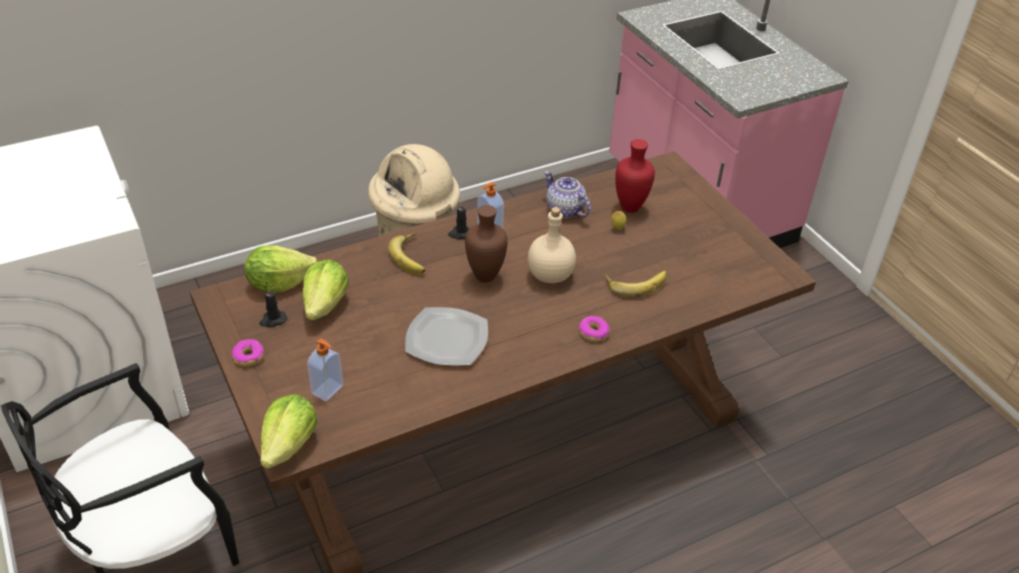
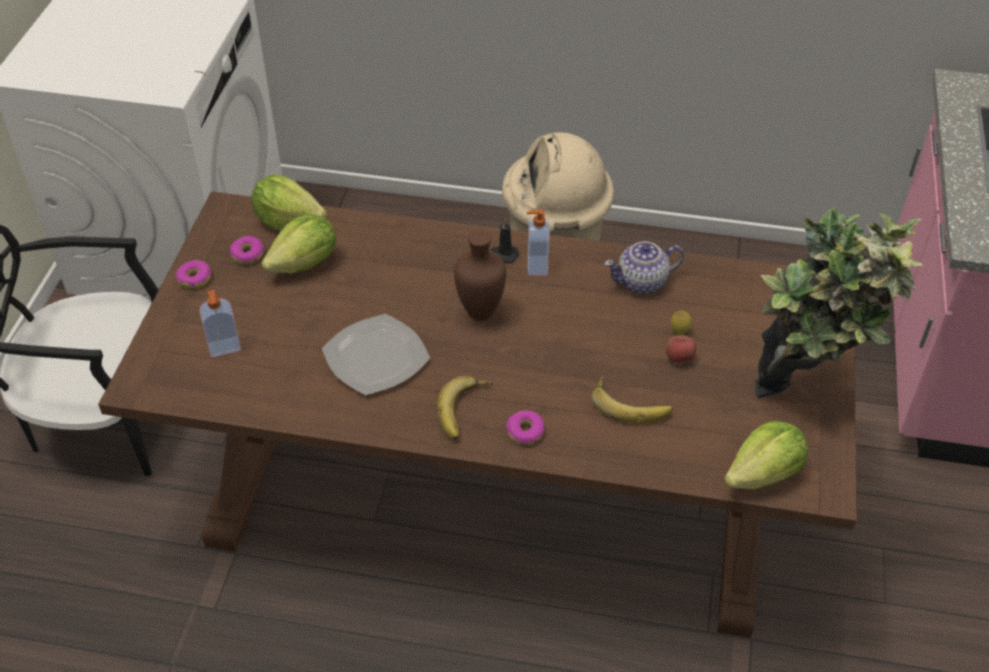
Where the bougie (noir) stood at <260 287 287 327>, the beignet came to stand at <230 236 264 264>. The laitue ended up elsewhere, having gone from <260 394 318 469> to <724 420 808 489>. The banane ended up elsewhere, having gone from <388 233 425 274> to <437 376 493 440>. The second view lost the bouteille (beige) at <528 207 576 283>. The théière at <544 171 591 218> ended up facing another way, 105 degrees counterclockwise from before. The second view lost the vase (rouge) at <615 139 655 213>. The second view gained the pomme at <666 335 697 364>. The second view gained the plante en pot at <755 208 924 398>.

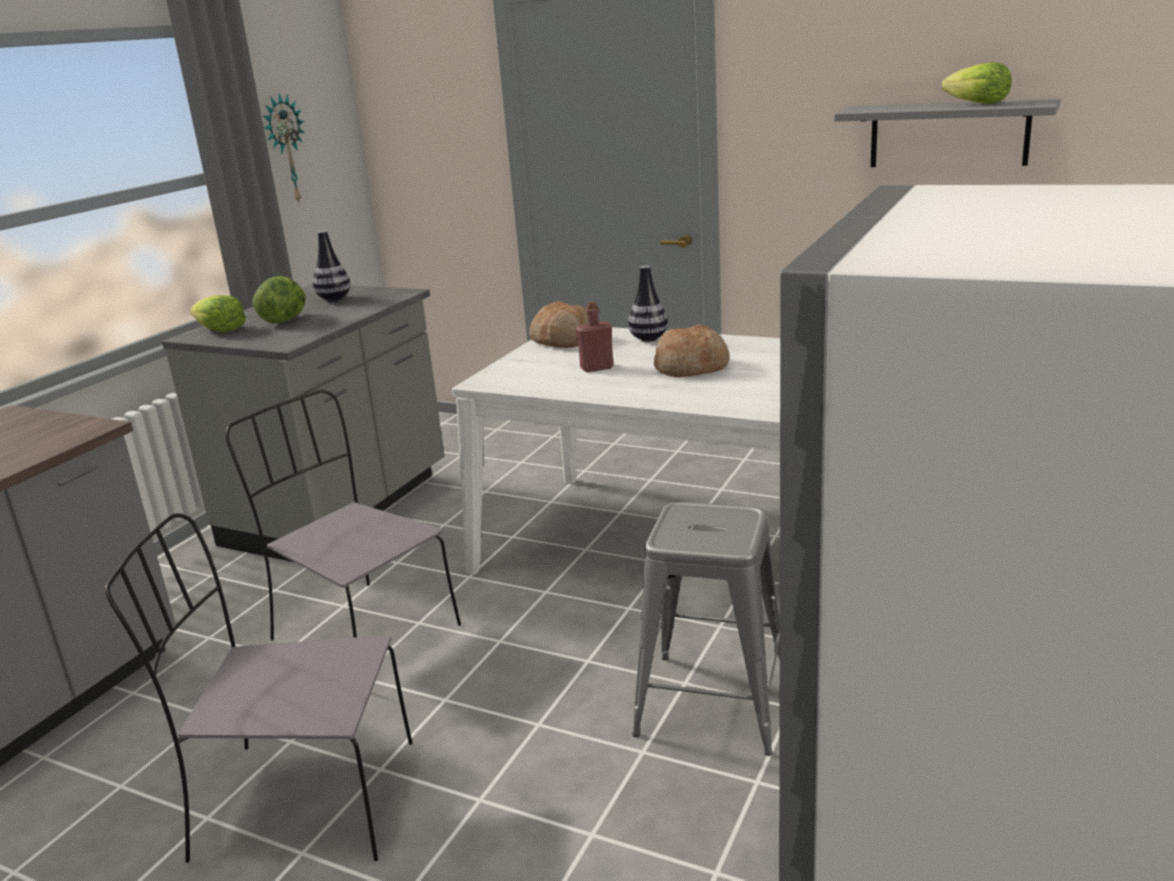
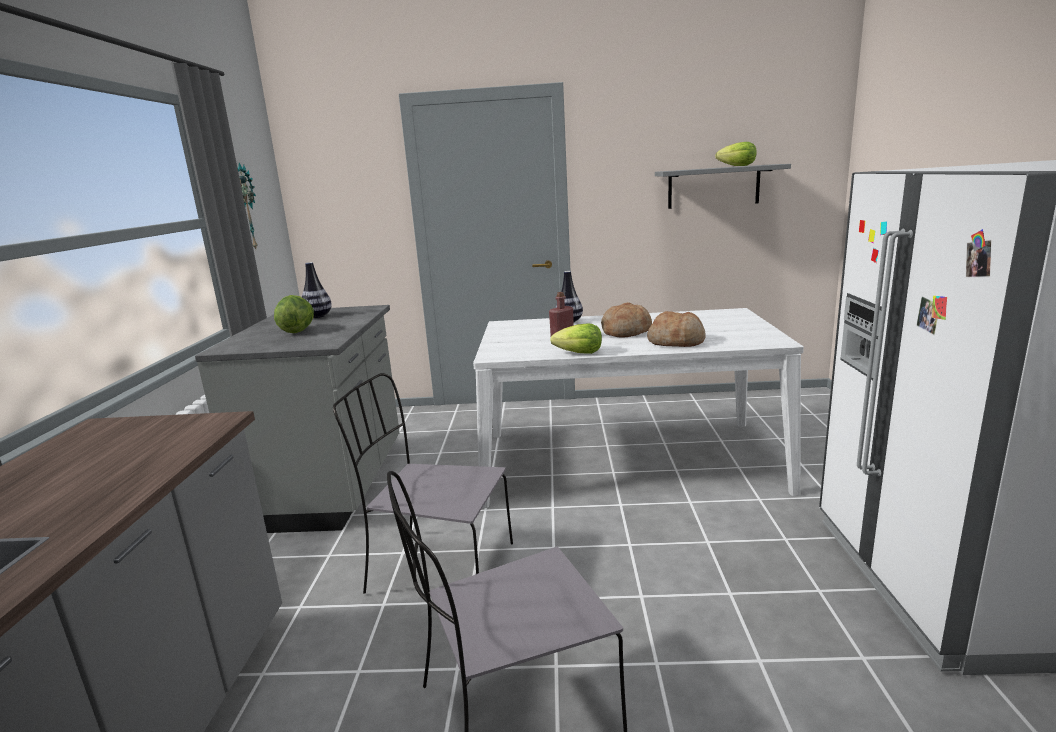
The laitue ended up elsewhere, having gone from <190 295 246 332> to <550 324 602 354>. The pain ended up elsewhere, having gone from <529 301 588 348> to <647 311 705 347>. The second view lost the tabouret (gris) at <632 502 780 756>.

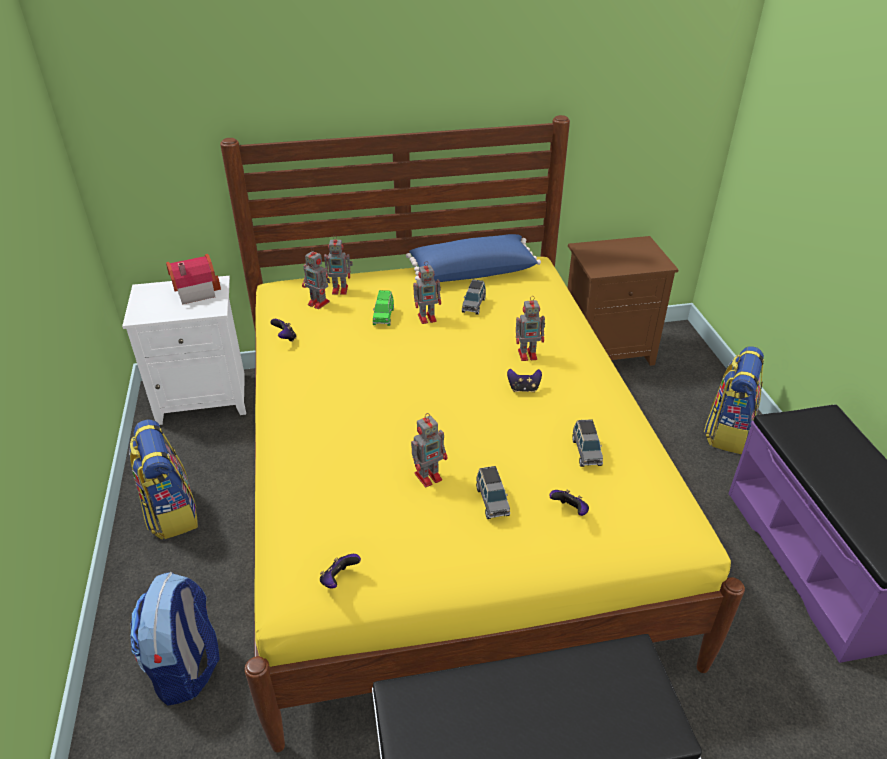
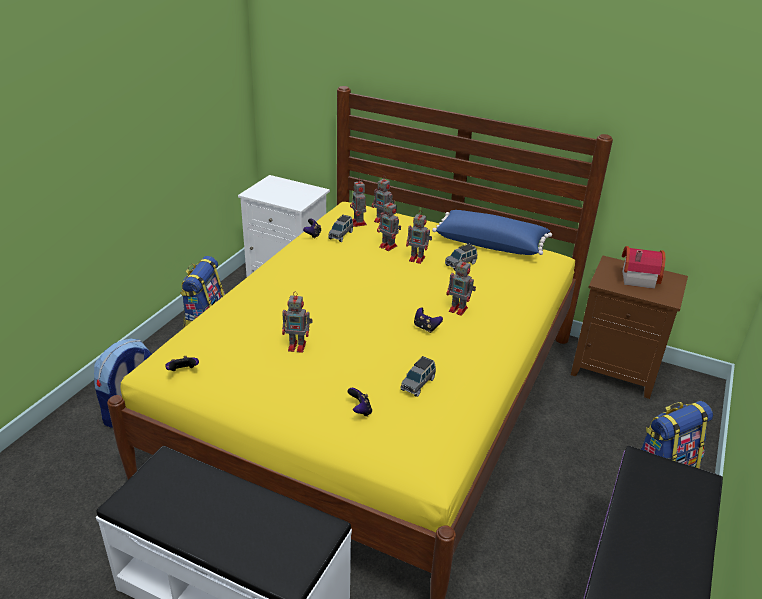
The maison miniature ended up elsewhere, having gone from <166 254 221 304> to <622 246 666 289>. Where the petite voiture (vert) stood at <373 290 394 326>, the robot jouet came to stand at <377 199 401 251>. The petite voiture (gris) ended up elsewhere, having gone from <476 466 510 519> to <328 215 353 242>.

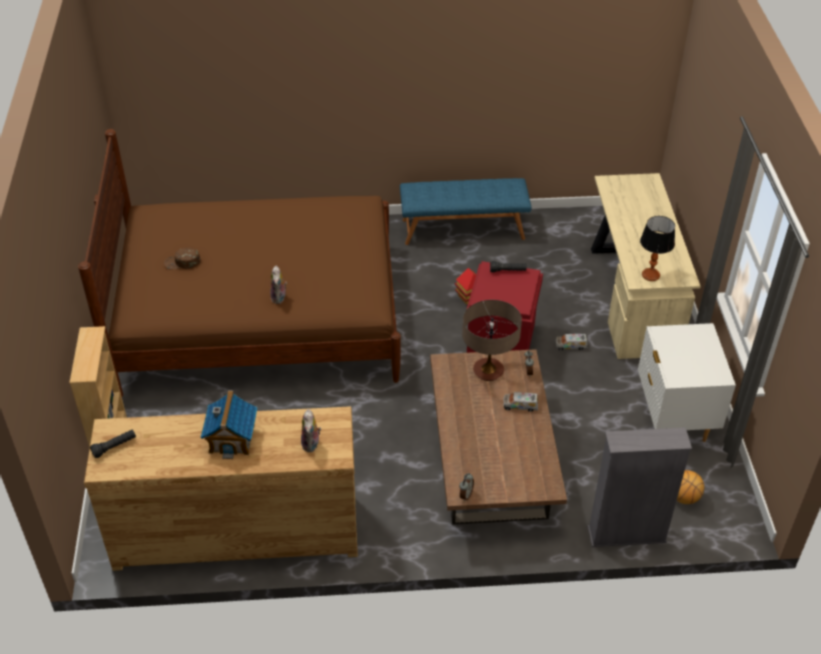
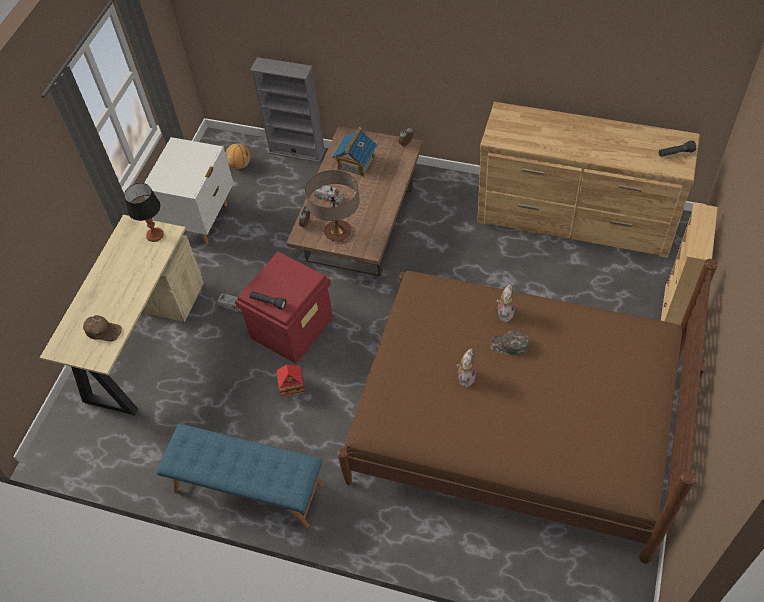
The casquette (marron) ended up elsewhere, having gone from <164 247 201 269> to <83 315 122 341>. The maison miniature ended up elsewhere, having gone from <200 390 257 459> to <332 127 377 177>. The peluche ended up elsewhere, having gone from <301 409 321 452> to <457 348 476 387>. The second view gained the casquette (vert) at <490 331 529 355>.

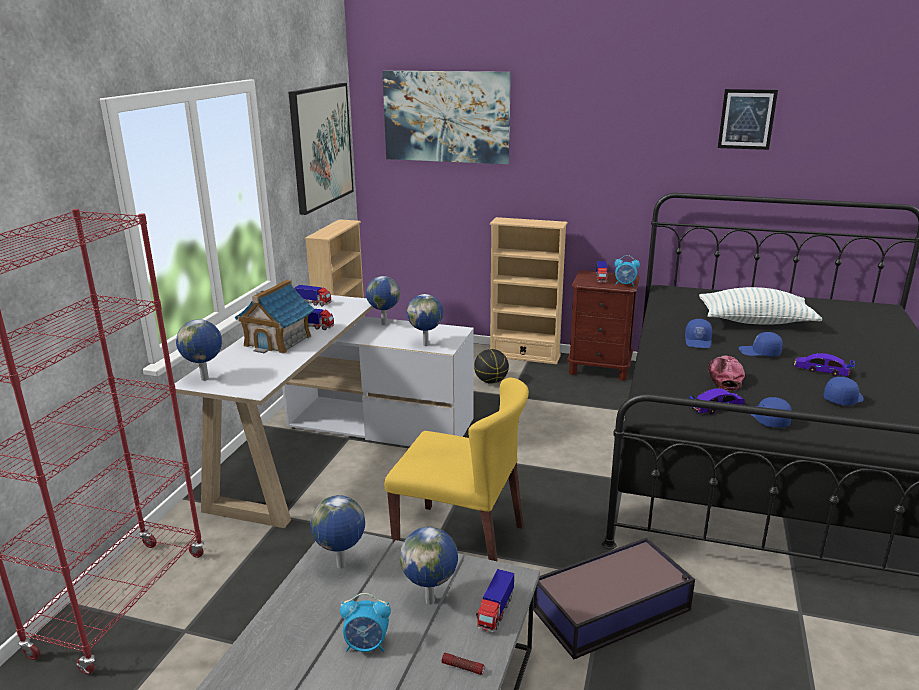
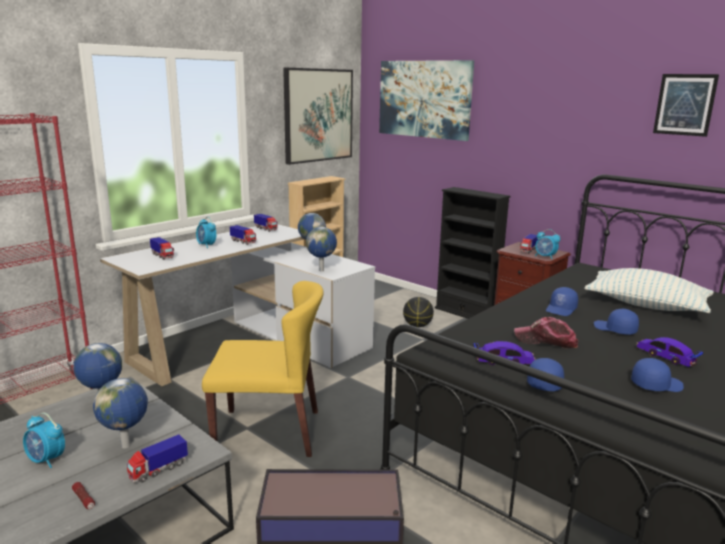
The second view lost the globe at <176 319 222 381>. Where the maison miniature stood at <235 280 315 354>, the réveil came to stand at <196 217 216 248>. The chaise (jaune) at <384 378 529 562> ended up facing another way, 45 degrees counterclockwise from before. What was the bibliothèque (beige) at <490 217 568 365> turned into the bibliothèque (noir) at <435 187 510 319>. The casquette at <707 356 745 391> ended up facing another way, 105 degrees counterclockwise from before. The second view gained the camion jouet at <150 237 174 260>.

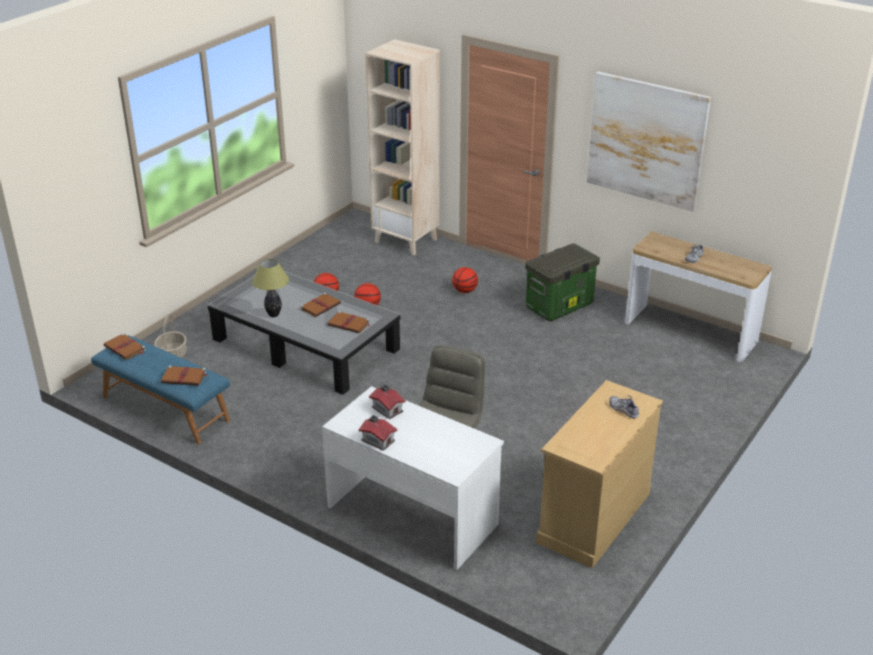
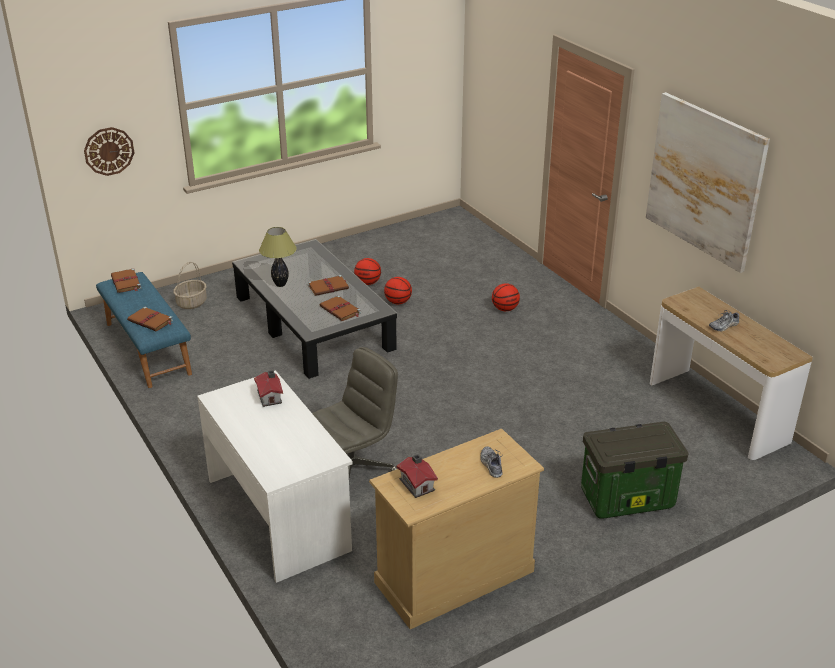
The maison miniature ended up elsewhere, having gone from <359 415 397 451> to <397 454 438 498>. The second view lost the bibliothèque (beige) at <365 39 440 256>. The boîte de rangement ended up elsewhere, having gone from <525 244 600 321> to <581 422 689 519>. The second view gained the horloge murale at <84 127 134 176>.

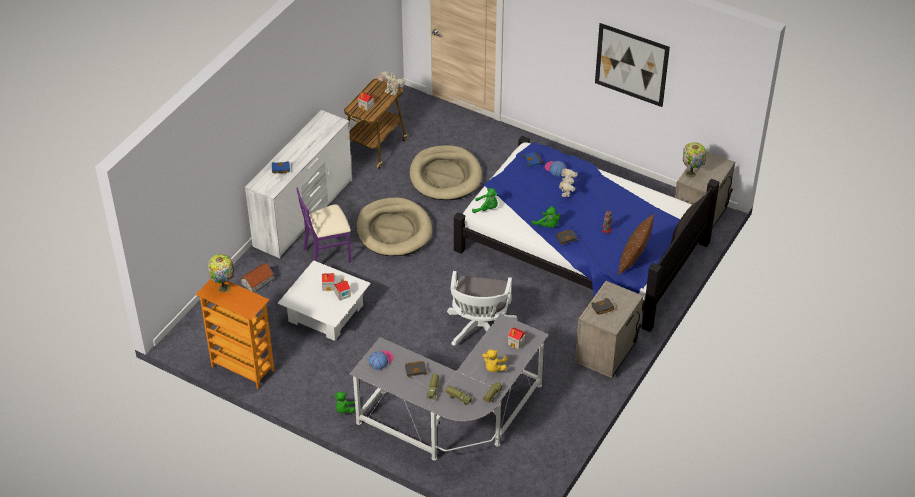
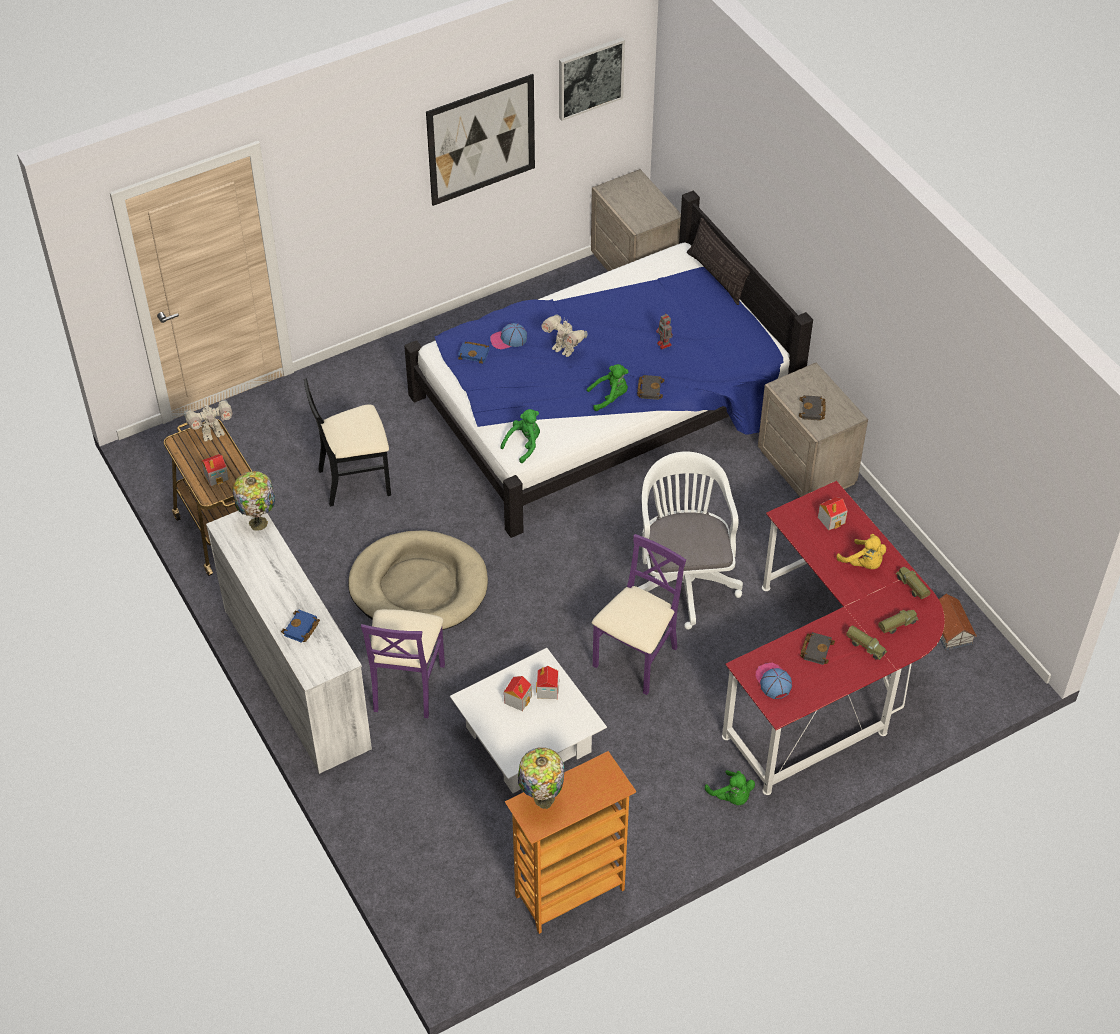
The maison miniature ended up elsewhere, having gone from <239 263 274 293> to <939 594 977 650>. What was the bureau (gris) at <350 314 549 460> turned into the bureau (rouge) at <722 481 945 795>. Where the panier pour chien (beige) stood at <410 145 482 200>, the chaise (noir) came to stand at <304 378 391 507>. The chaise de bureau (blanc) at <447 271 517 346> ended up facing another way, 135 degrees counterclockwise from before. The second view lost the coussin (marron) at <618 214 654 275>. The lampe de table ended up elsewhere, having gone from <683 143 706 178> to <233 471 275 531>. The second view gained the tableau at <559 37 625 121>. The second view gained the chaise (violet) at <592 534 686 695>.

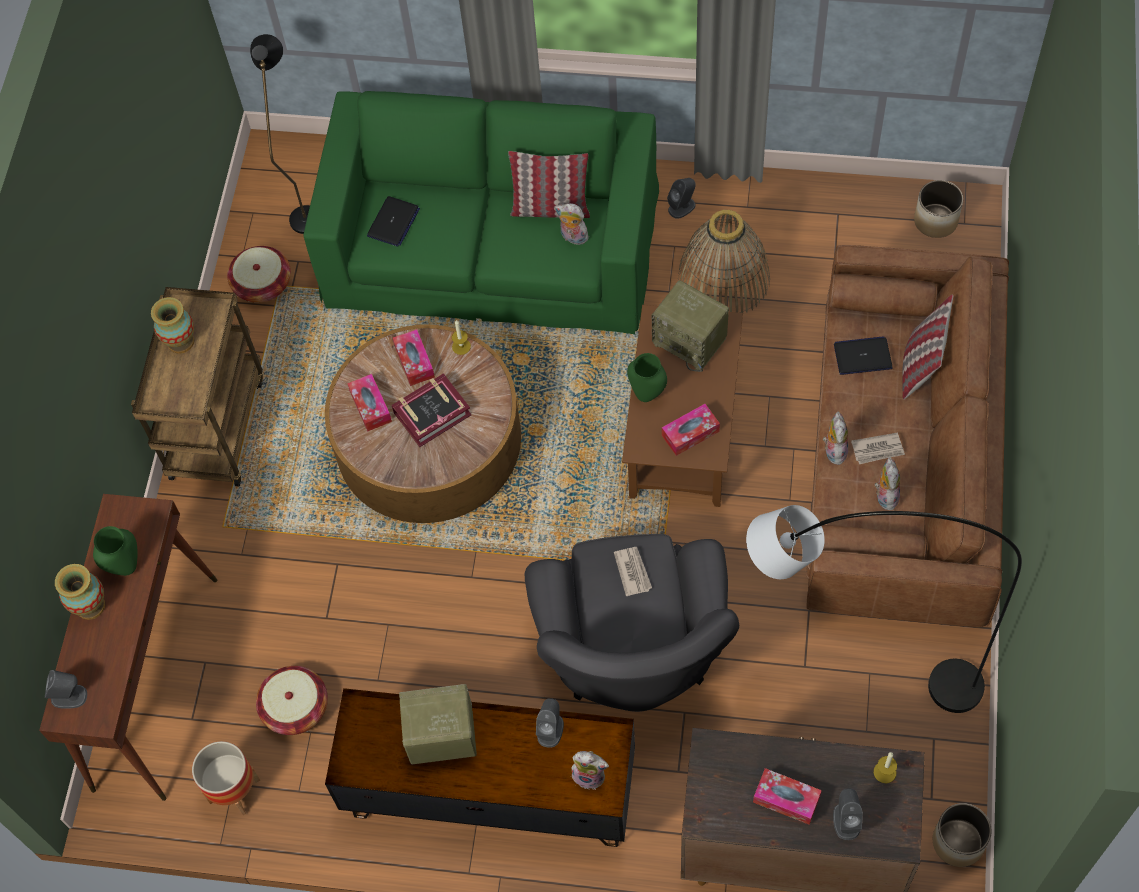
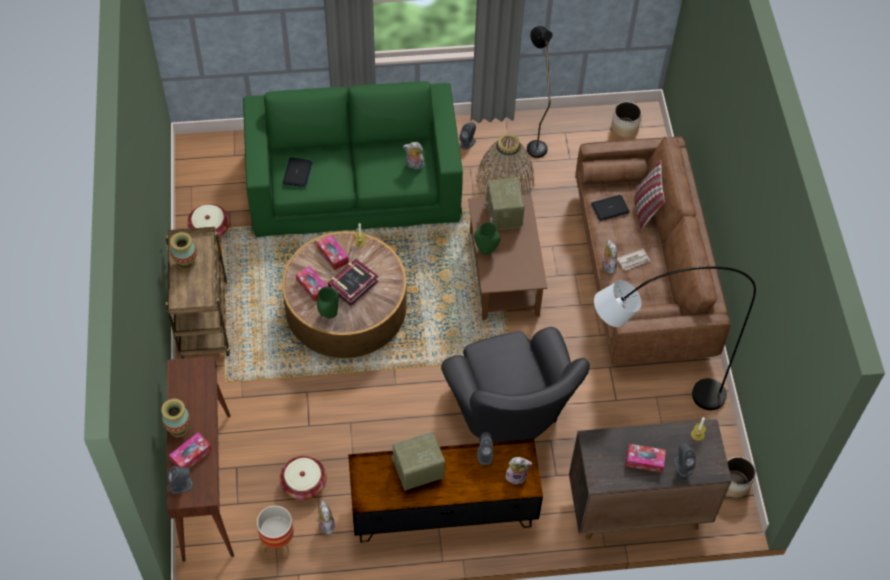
The vase (vert) ended up elsewhere, having gone from <93 526 138 576> to <317 287 339 319>. The lampadaire (noir) ended up elsewhere, having gone from <250 34 310 234> to <527 26 552 158>. The second view lost the coussin at <508 151 590 218>. The second view lost the journal at <614 547 652 596>. The radio at <652 280 729 372> ended up facing another way, 60 degrees clockwise from before. The boîte à mouchoirs ended up elsewhere, having gone from <662 404 720 456> to <169 432 212 468>. The peluche ended up elsewhere, having gone from <875 457 900 510> to <316 500 335 534>.

